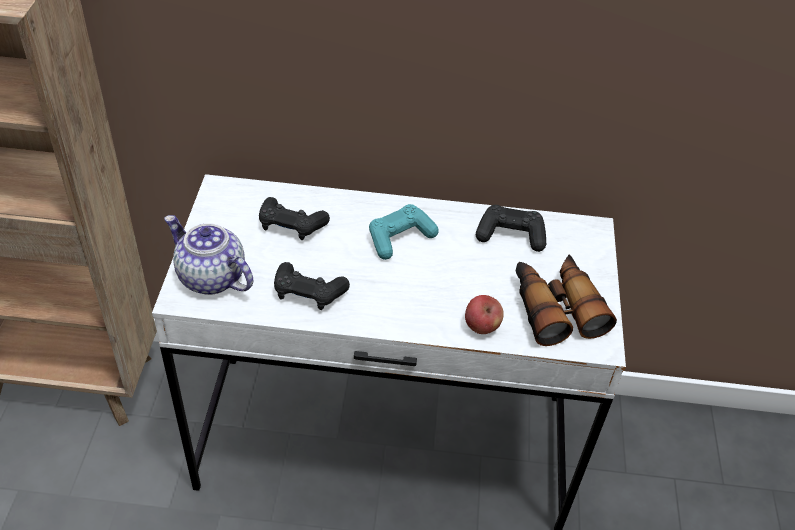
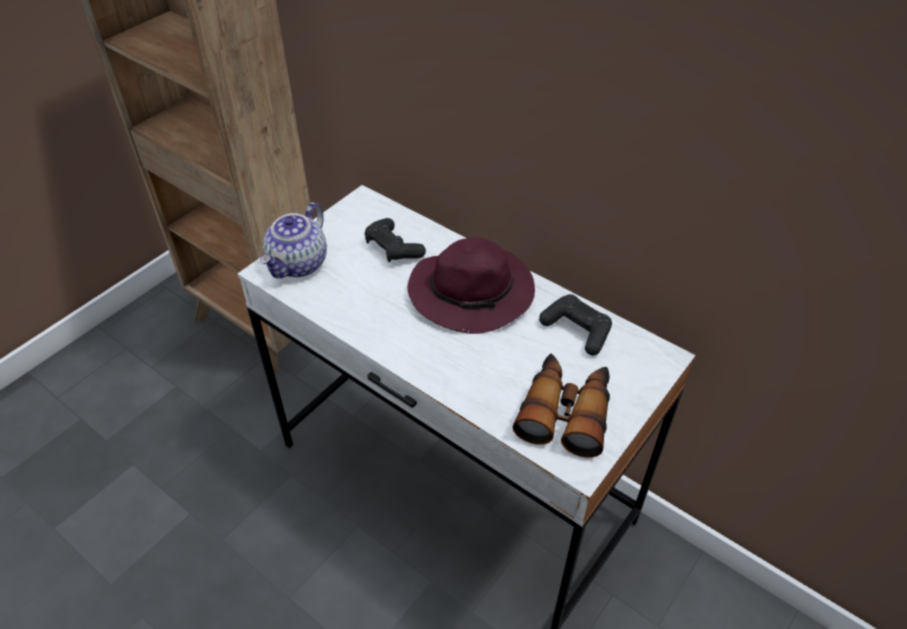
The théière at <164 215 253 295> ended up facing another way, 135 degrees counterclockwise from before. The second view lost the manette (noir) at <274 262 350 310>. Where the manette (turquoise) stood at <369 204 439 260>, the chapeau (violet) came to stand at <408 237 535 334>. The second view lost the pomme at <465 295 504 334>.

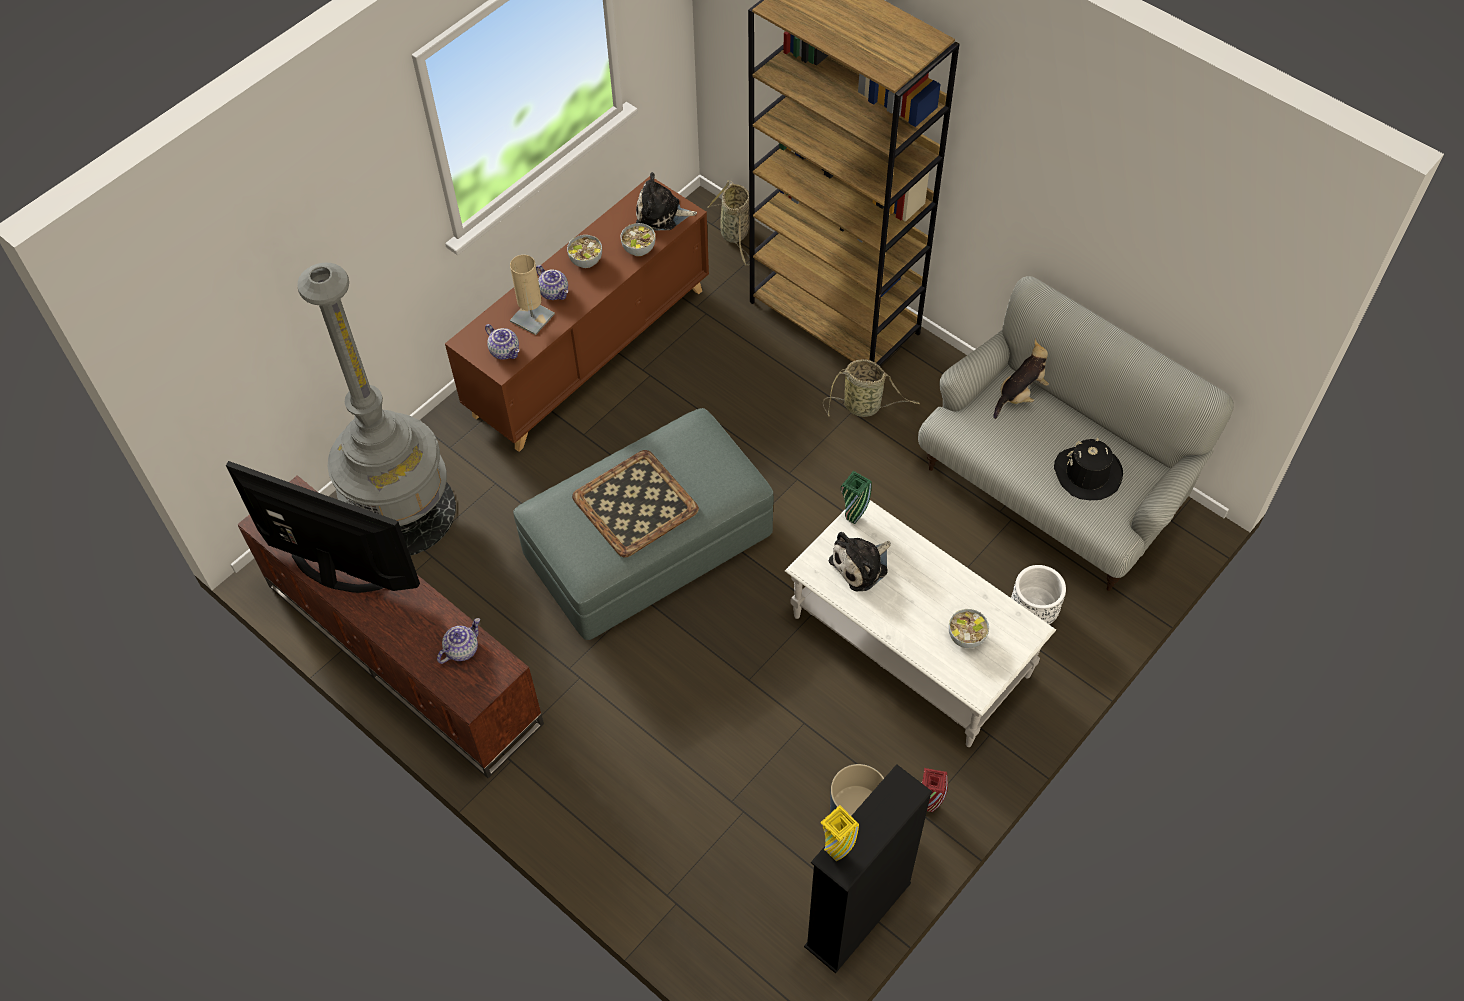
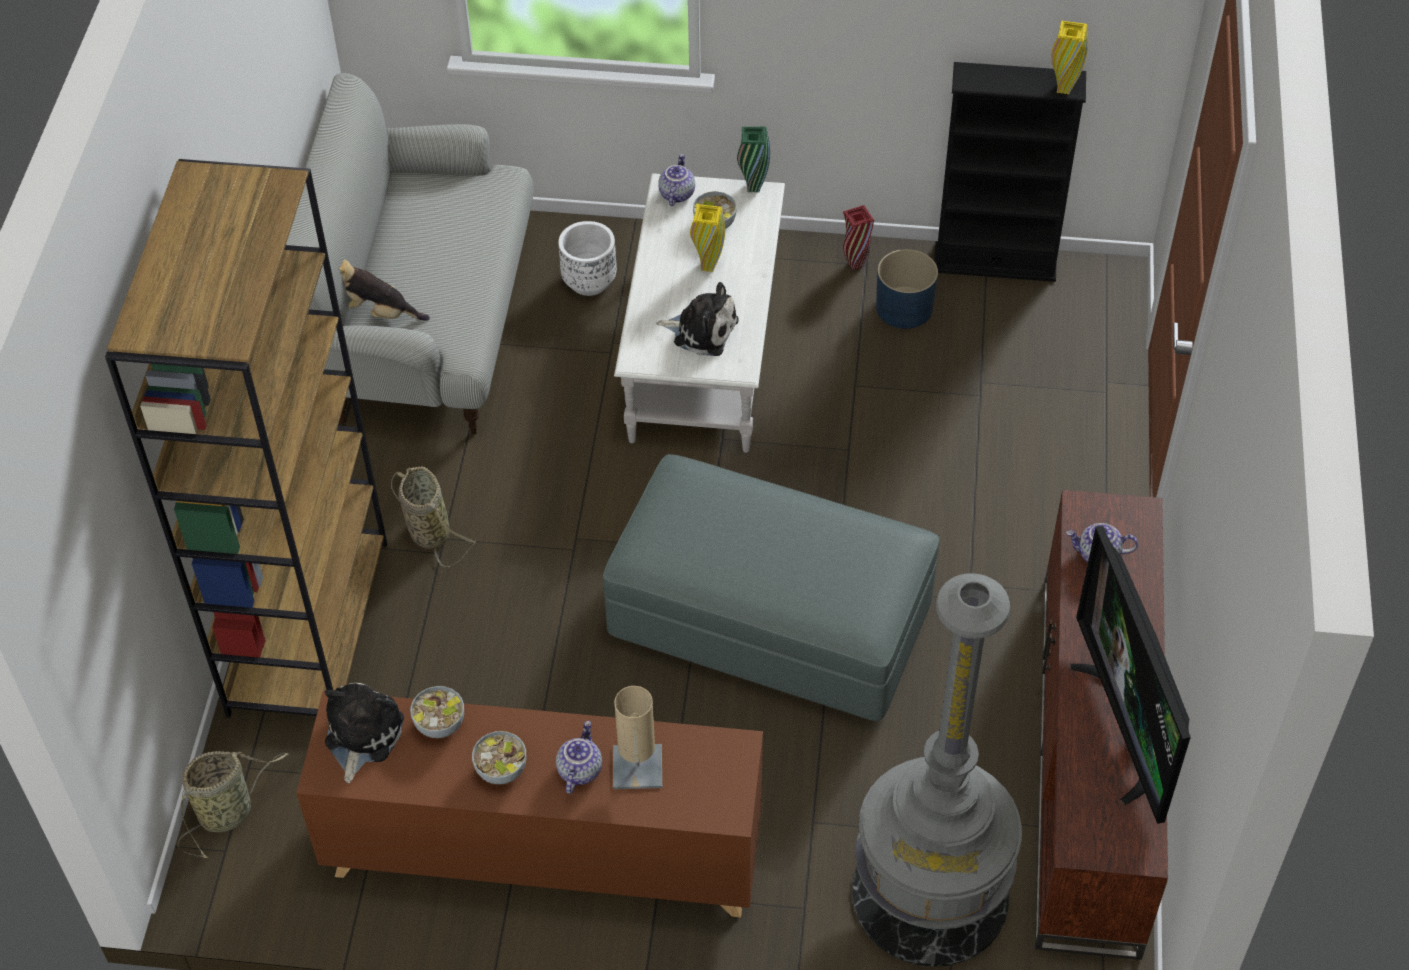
The théière ended up elsewhere, having gone from <485 324 519 360> to <658 154 695 206>. The second view lost the plateau at <572 450 699 557>. The peluche at <636 172 697 230> ended up facing another way, 135 degrees counterclockwise from before. The vase (vert) ended up elsewhere, having gone from <841 471 872 524> to <737 127 770 192>. The second view lost the chapeau (noir) at <1054 438 1123 500>. The second view gained the vase (jaune) at <690 204 725 272>.

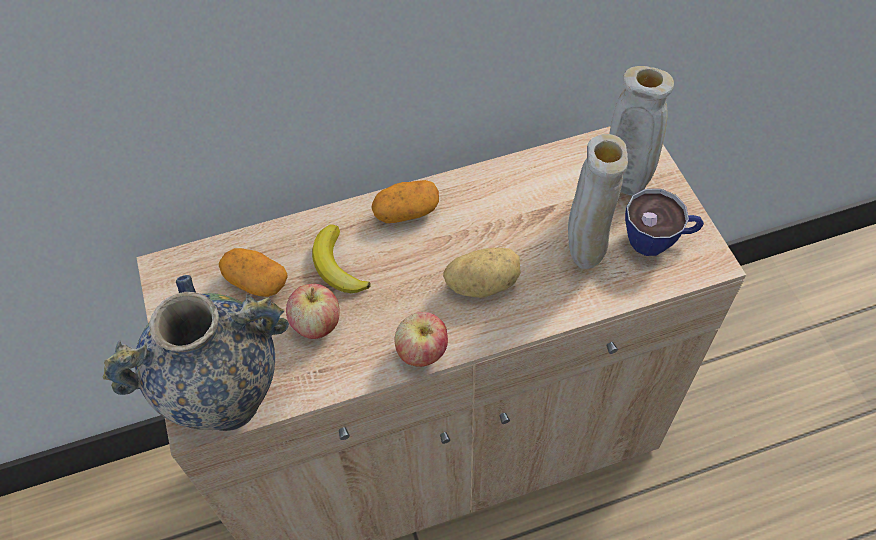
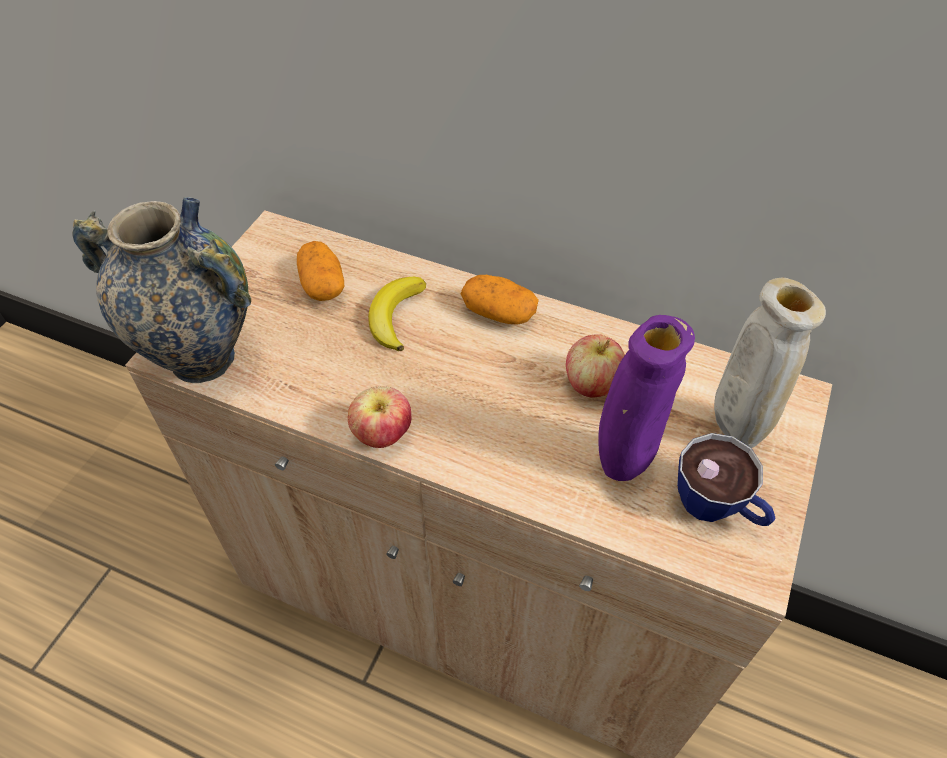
The pomme ended up elsewhere, having gone from <286 284 340 339> to <566 334 625 398>. The second view lost the pomme de terre at <443 248 521 298>. What was the vase (beige) at <568 134 628 269> turned into the vase (violet) at <598 315 695 481>.

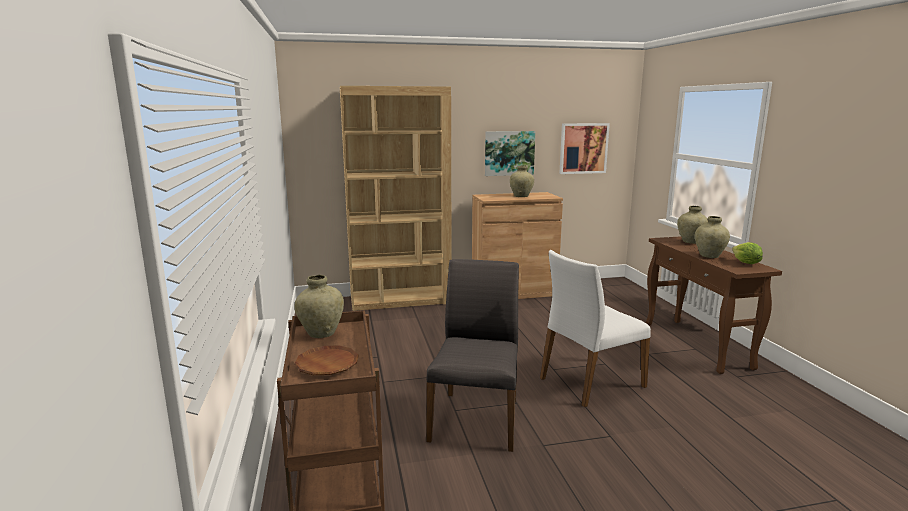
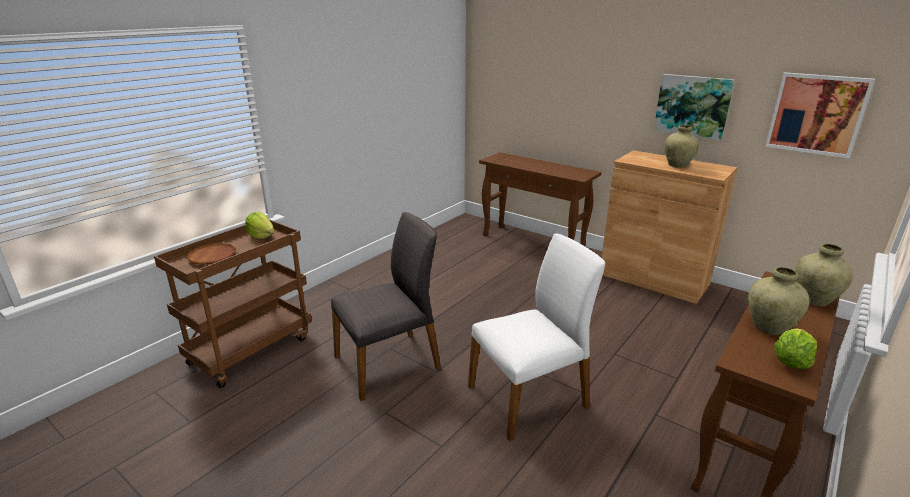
Where the vase (beige) stood at <295 275 344 338>, the laitue came to stand at <245 212 275 239>. Where the bibliothèque (marron) stood at <340 86 451 311>, the table console (marron) came to stand at <479 152 602 247>. The chaise (blanc) at <540 250 651 407> ended up facing another way, 135 degrees clockwise from before.

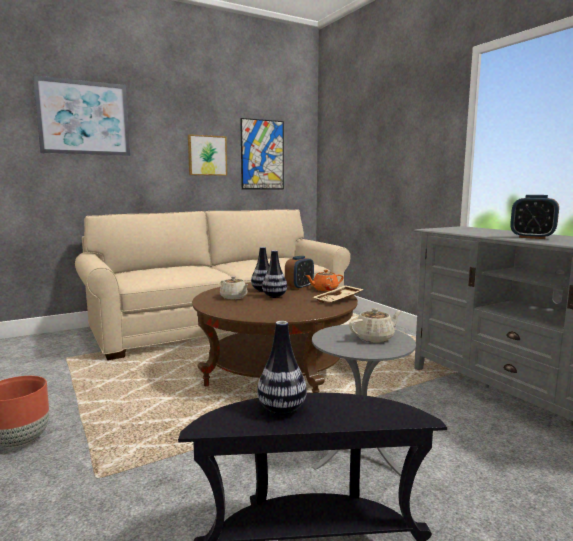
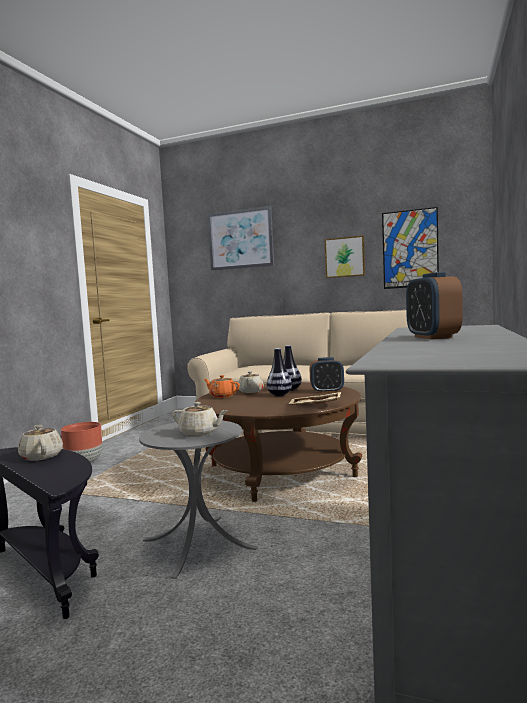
Where the vase stood at <257 321 307 415>, the théière (beige) came to stand at <18 425 63 461>. The théière (orange) ended up elsewhere, having gone from <305 270 344 291> to <204 375 240 398>.

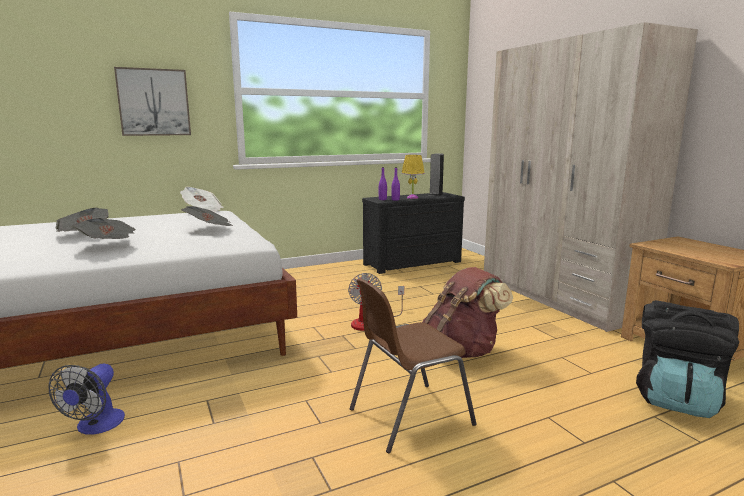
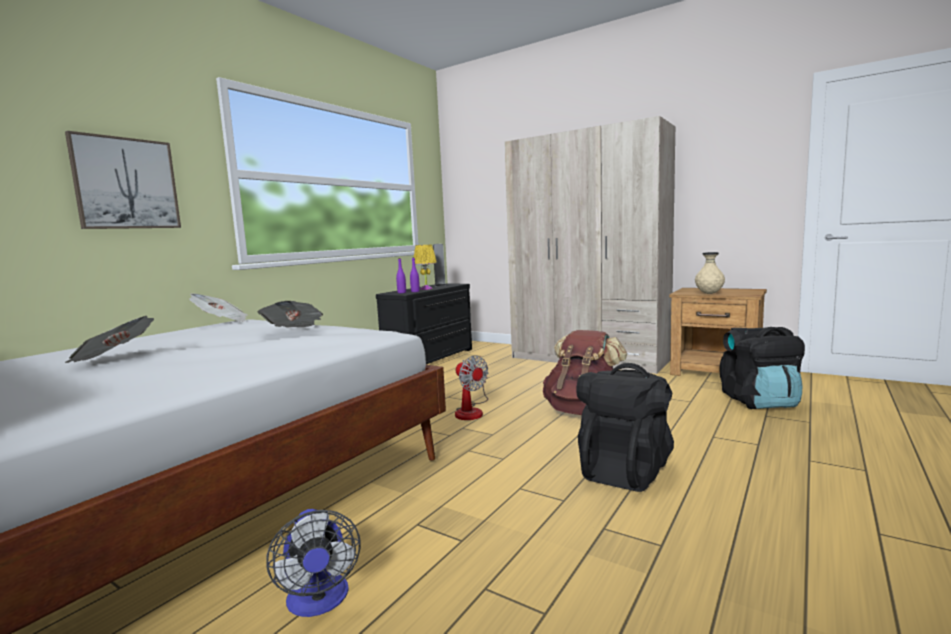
The second view lost the journal at <71 218 135 239>. Where the chaise (marron) stood at <350 279 476 453>, the sac à dos (noir) came to stand at <576 363 674 492>. The second view gained the vase (beige) at <695 252 725 294>.

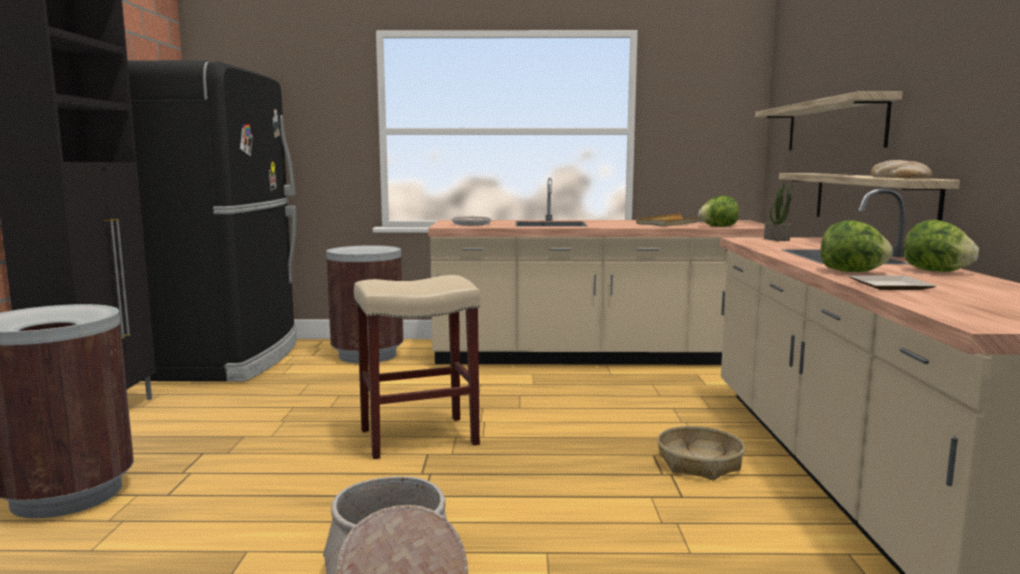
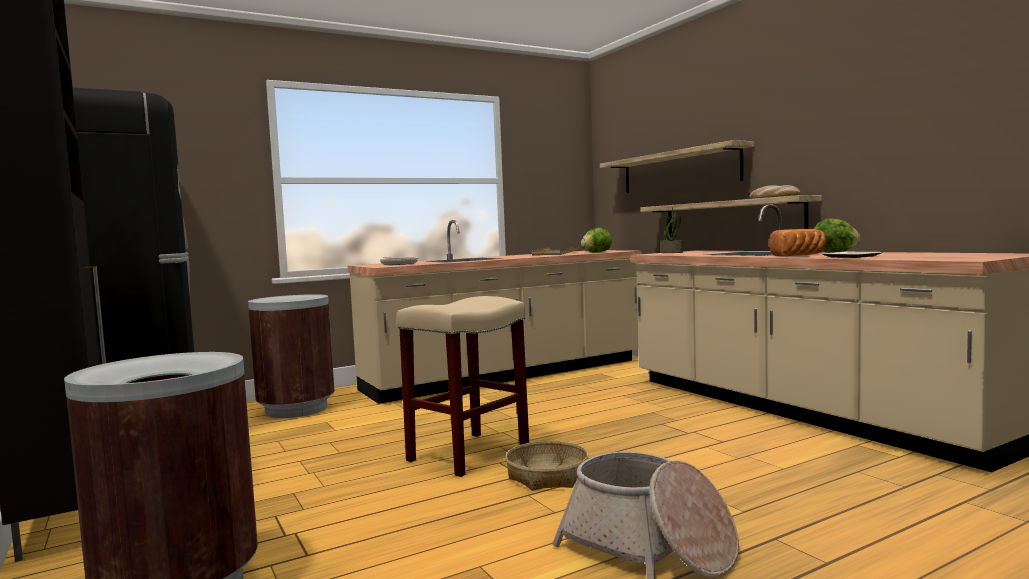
The panier ended up elsewhere, having gone from <657 426 745 481> to <505 441 589 491>. Where the laitue stood at <821 220 893 272>, the pain came to stand at <769 229 826 256>.

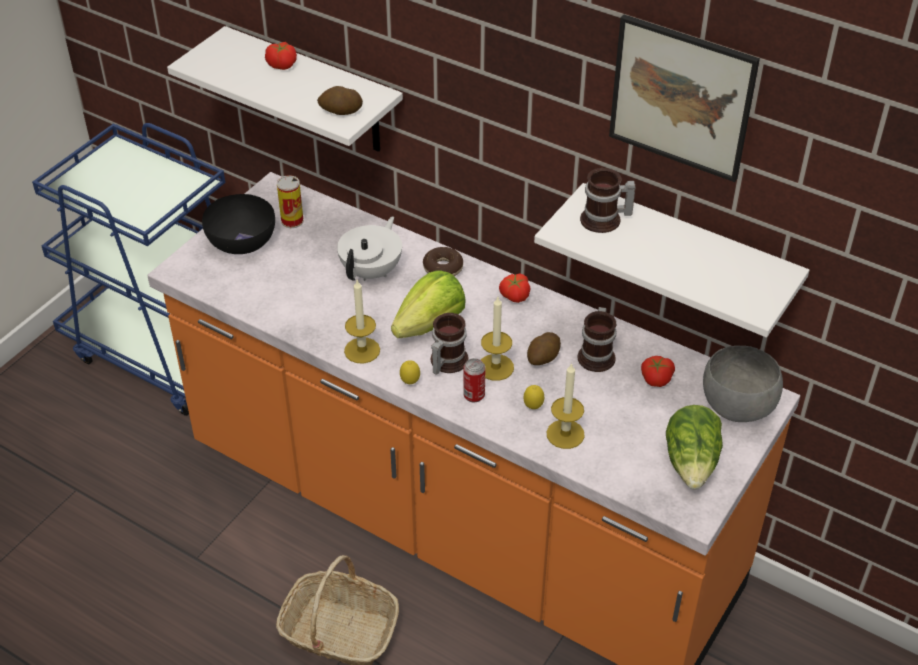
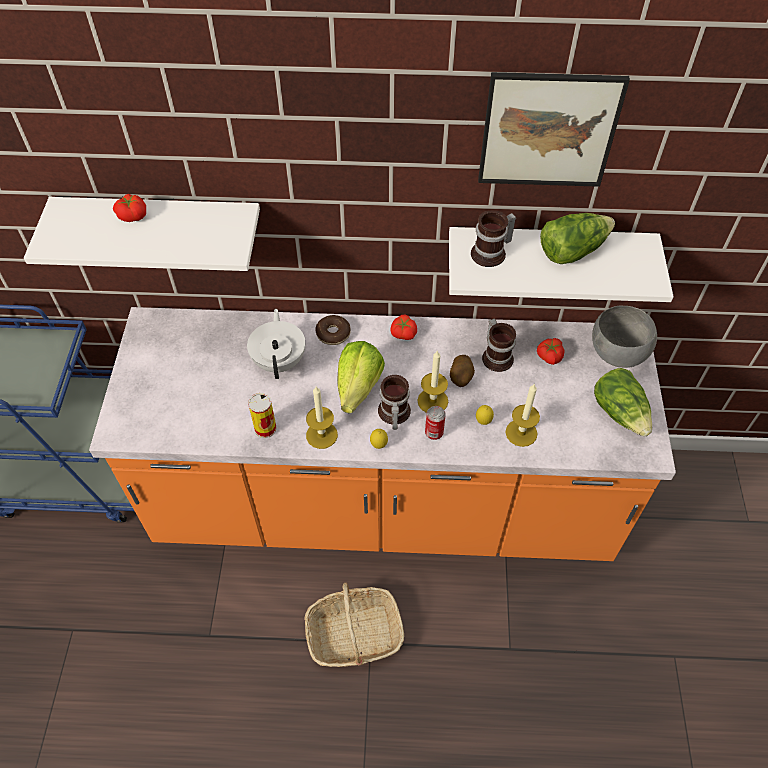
The second view lost the bol (noir) at <202 194 275 254>. The boîte métallique ended up elsewhere, having gone from <277 175 304 228> to <248 393 277 438>. The second view lost the pomme de terre at <317 86 363 115>. The second view gained the laitue at <540 213 615 264>.

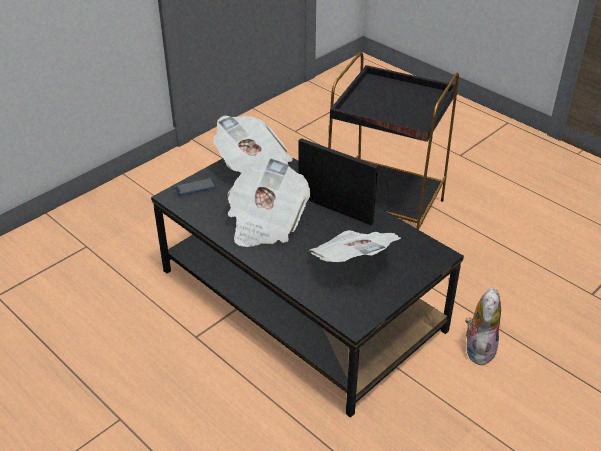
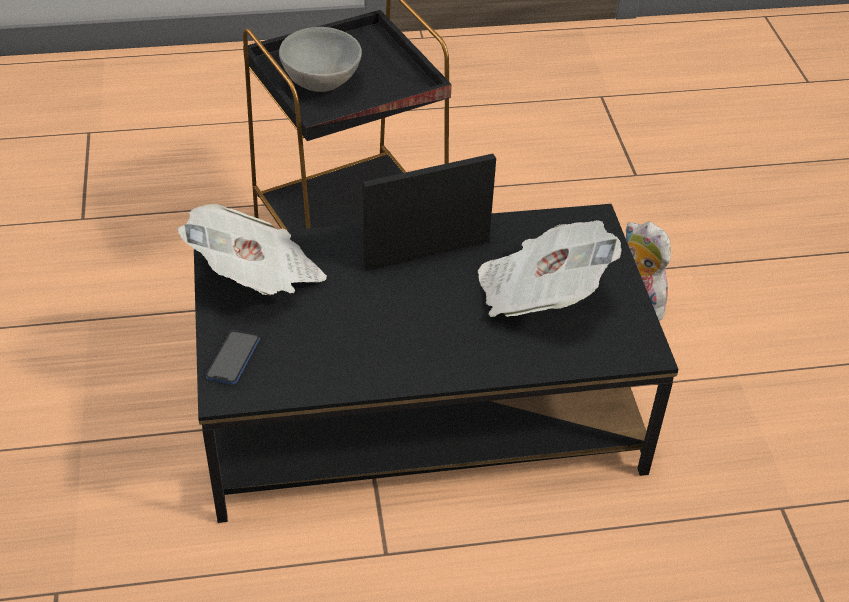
The second view lost the journal at <227 157 310 247>. The second view gained the bol (gris) at <279 27 362 92>.

